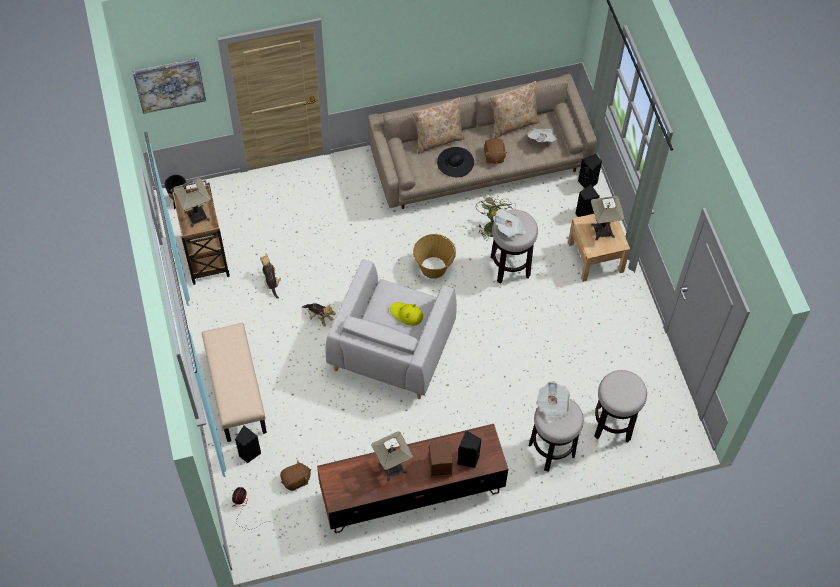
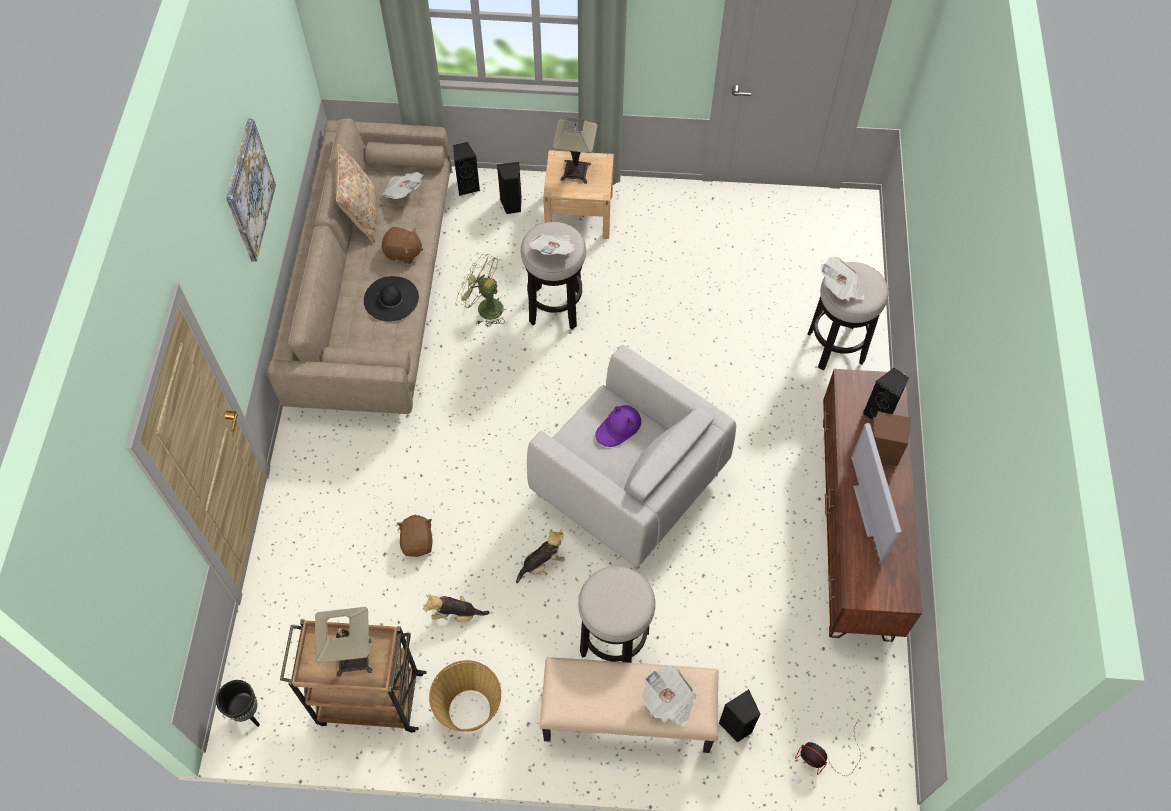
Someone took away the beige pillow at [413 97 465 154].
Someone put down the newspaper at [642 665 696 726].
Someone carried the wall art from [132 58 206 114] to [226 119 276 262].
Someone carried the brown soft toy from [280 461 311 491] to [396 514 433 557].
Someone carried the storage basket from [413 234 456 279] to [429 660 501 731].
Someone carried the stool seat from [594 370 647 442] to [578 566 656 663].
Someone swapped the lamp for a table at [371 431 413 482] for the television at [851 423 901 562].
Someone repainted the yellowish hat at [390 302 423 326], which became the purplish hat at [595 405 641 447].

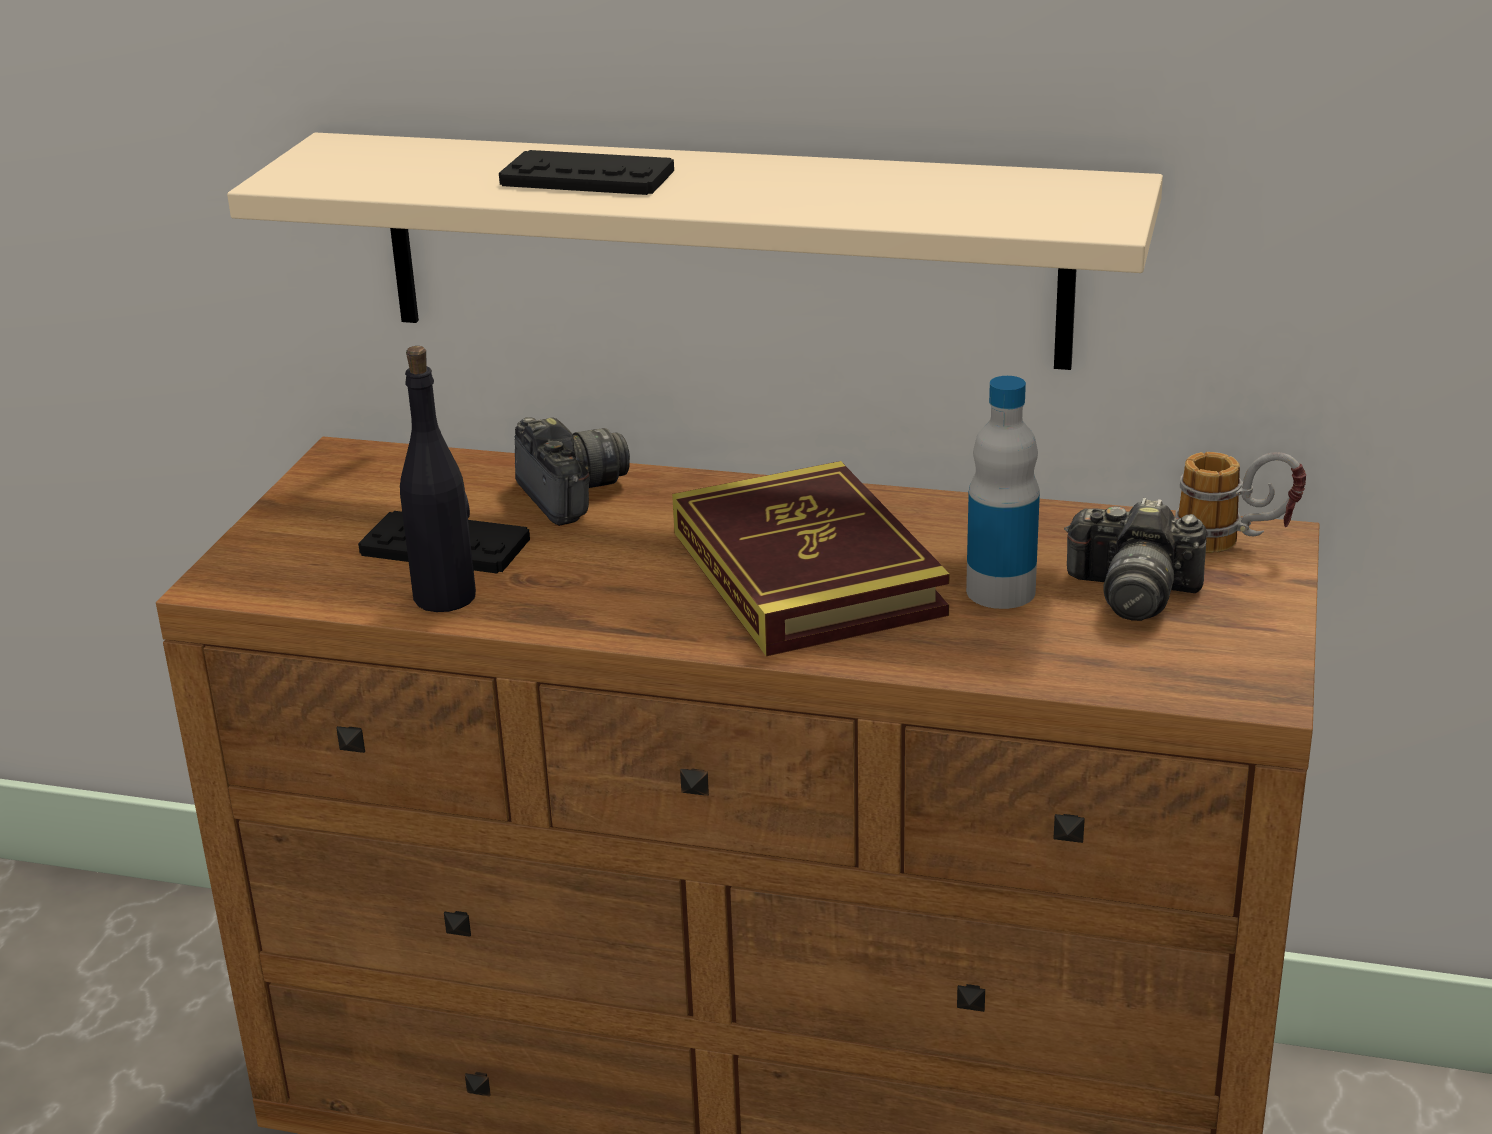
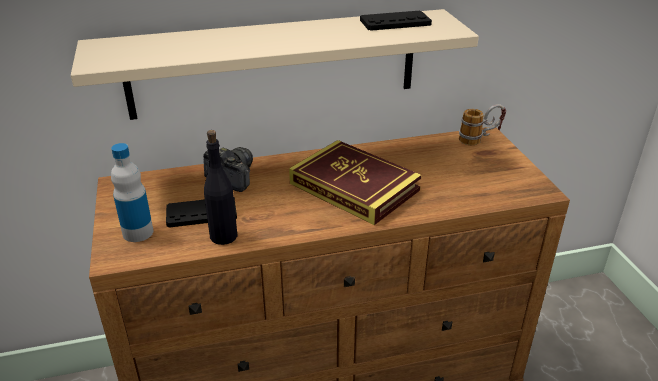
Someone took away the still camera at [1064 498 1207 621].
Someone carried the blackish game controller from [499 150 674 195] to [360 11 432 31].
Someone carried the bottle from [966 376 1040 609] to [111 143 153 242].

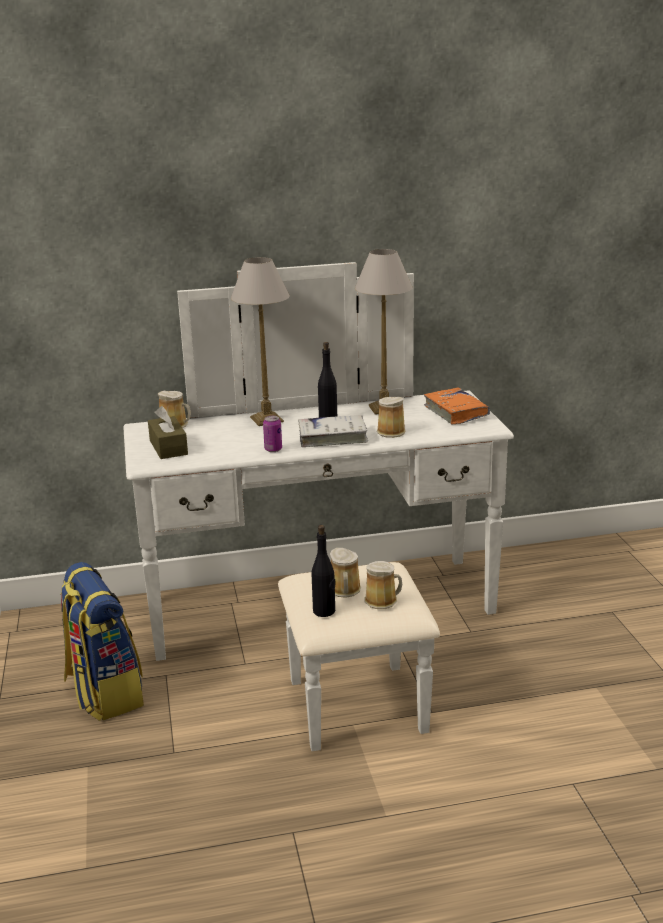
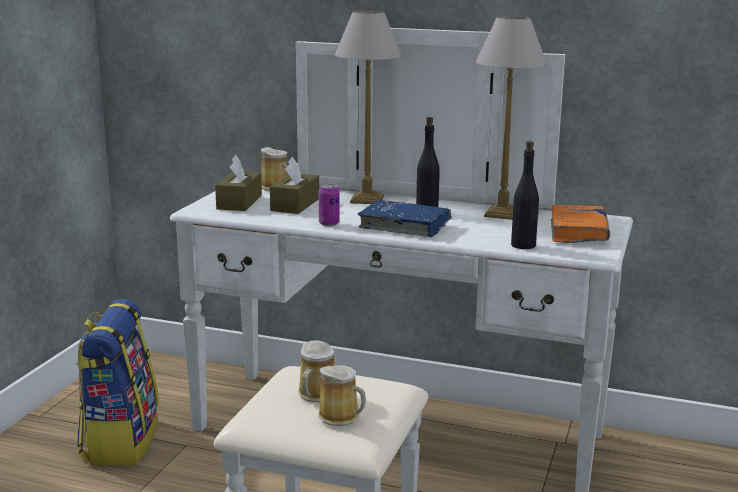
Someone took away the coffee mug at [377 397 406 438].
Someone put down the brown tissue holder at [270 157 319 214].
Someone carried the blackish bottle from [312 525 336 617] to [511 141 539 249].
Someone repainted the white-coloured volume at [298 415 368 447], which became the blue volume at [358 199 452 237].

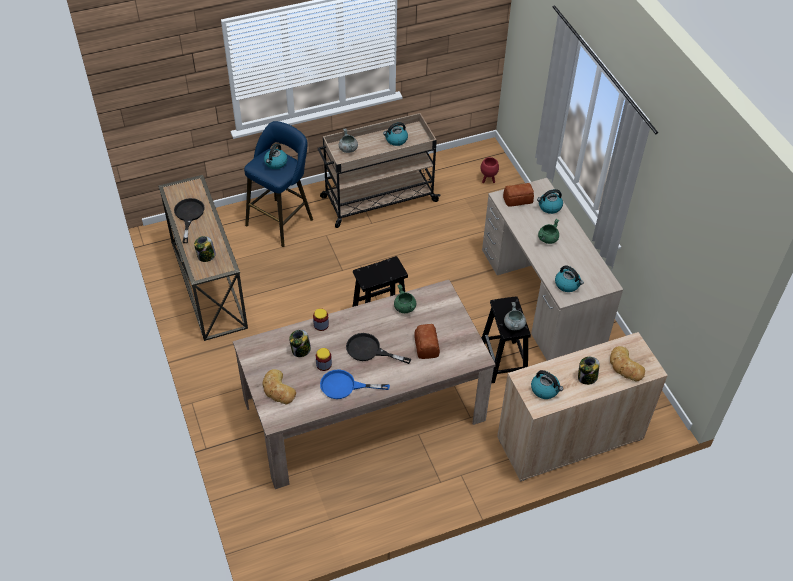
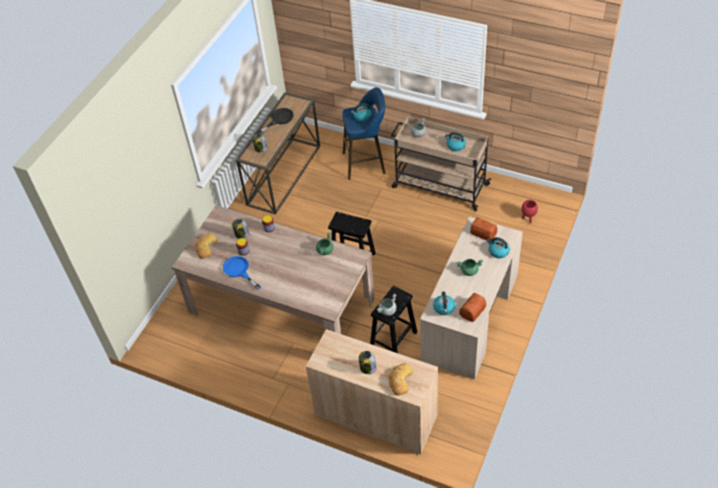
Someone took away the blackish skillet at [346 333 411 364].
Someone took away the tea kettle at [531 370 563 399].
Someone carried the baked bread from [414 324 440 359] to [459 293 486 322].

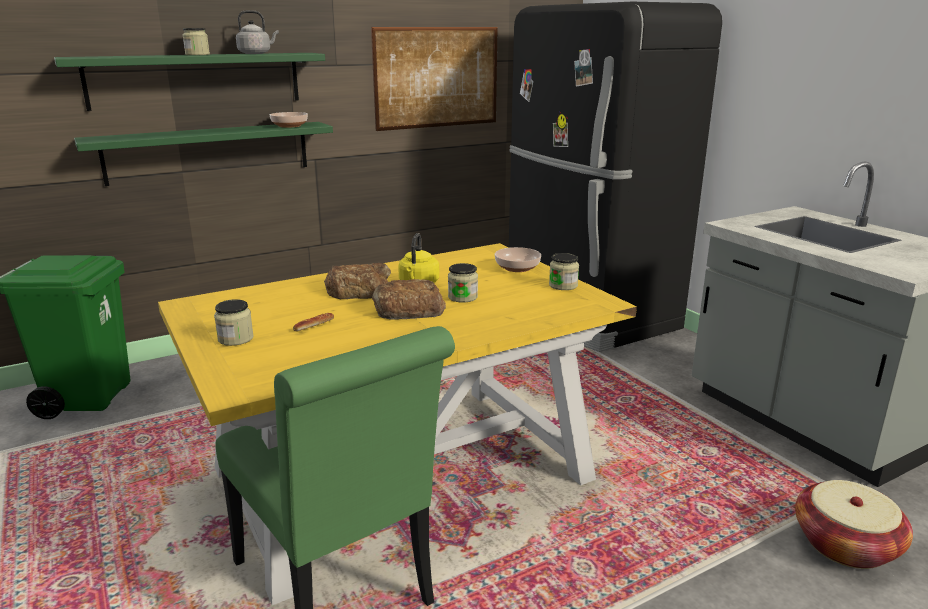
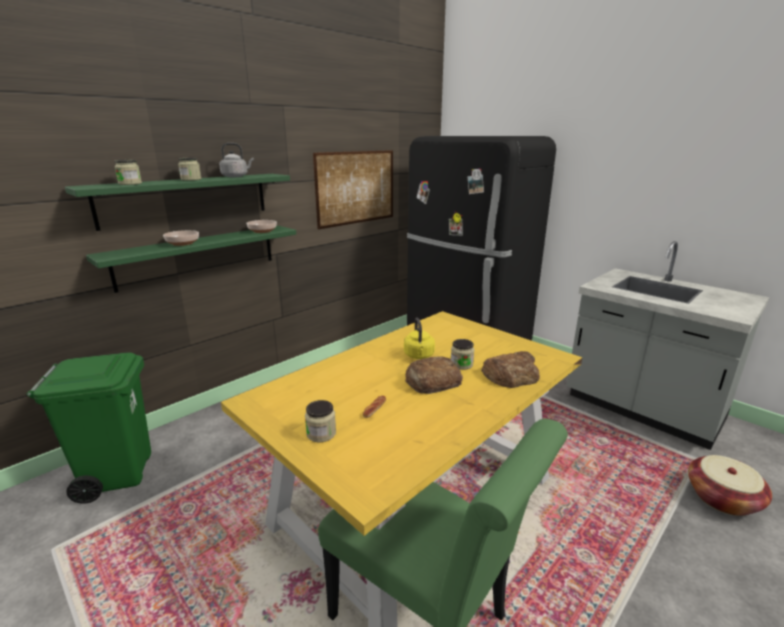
Someone carried the baked bread from [324 263 391 299] to [481 351 540 388].
Someone carried the bowl from [495 247 541 272] to [163 230 199 246].
Someone carried the storage jar from [549 253 579 290] to [115 160 142 185].

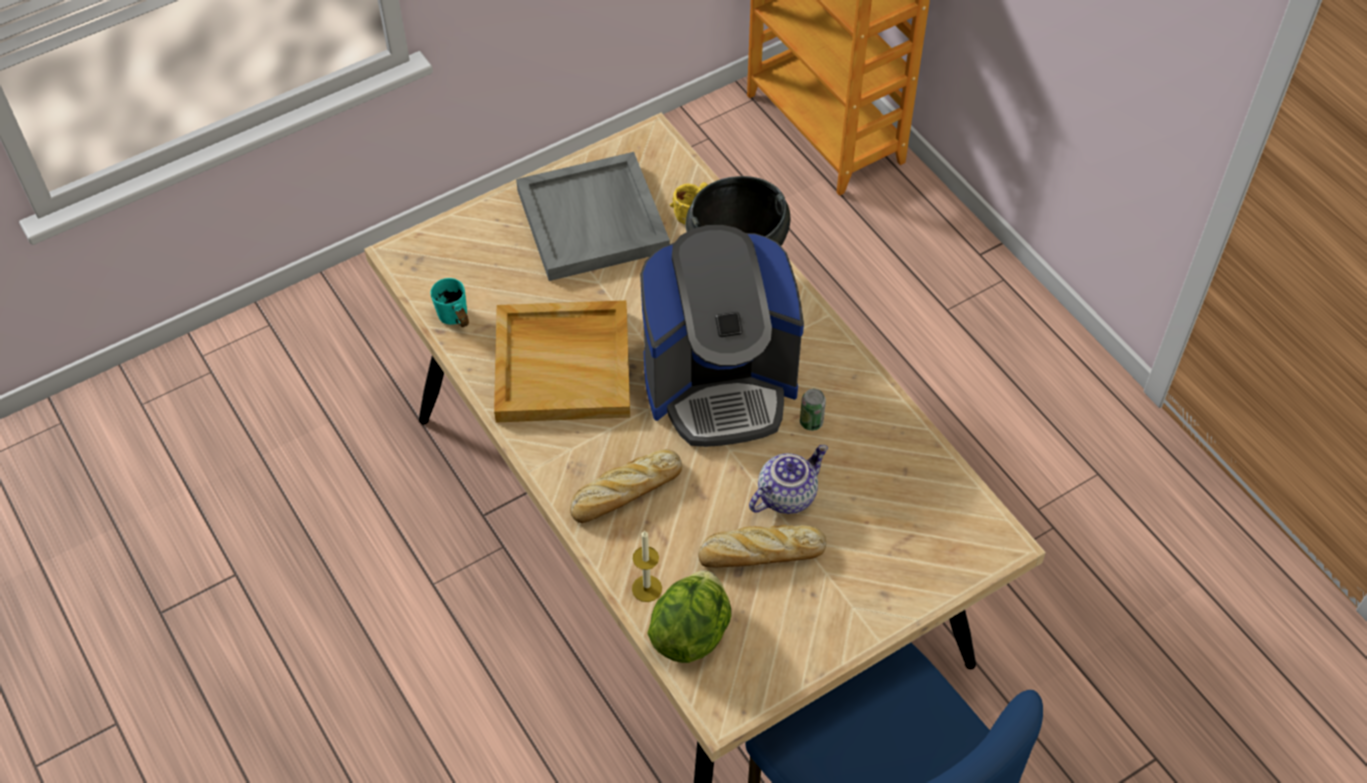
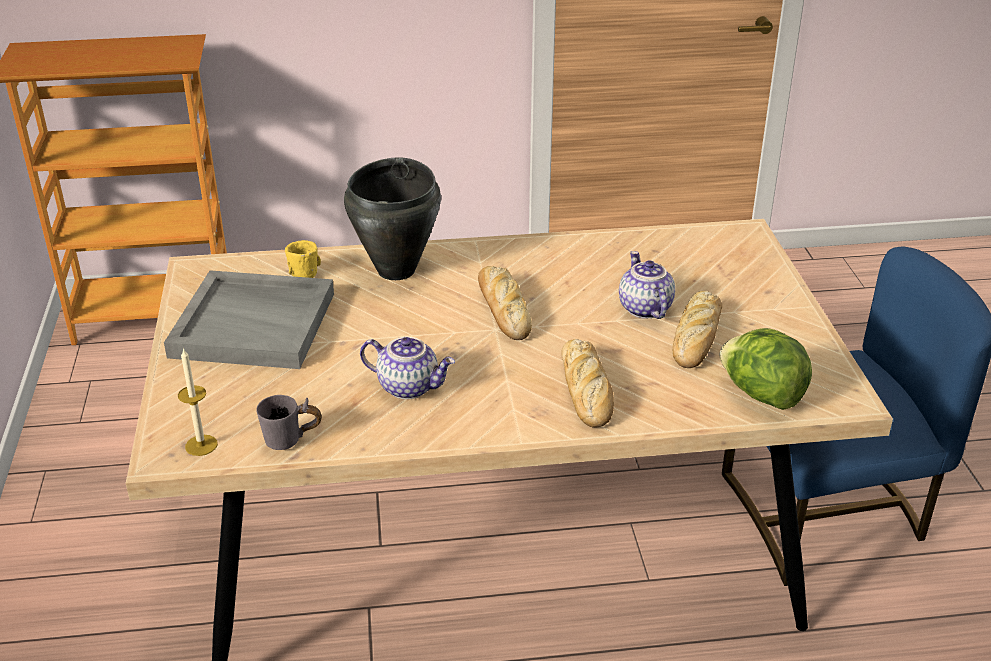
Someone took away the sealed can at [800 389 826 431].
Someone carried the wax light from [632 531 662 602] to [178 348 218 456].
Someone swapped the beige tray at [494 300 630 422] for the pot for tea at [360 337 455 399].
Someone swapped the coffee maker at [640 225 804 447] for the baked bread at [478 266 532 340].
Someone repainted the turquoise coffee mug at [431 278 469 327], which became the gray coffee mug at [256 395 322 450].

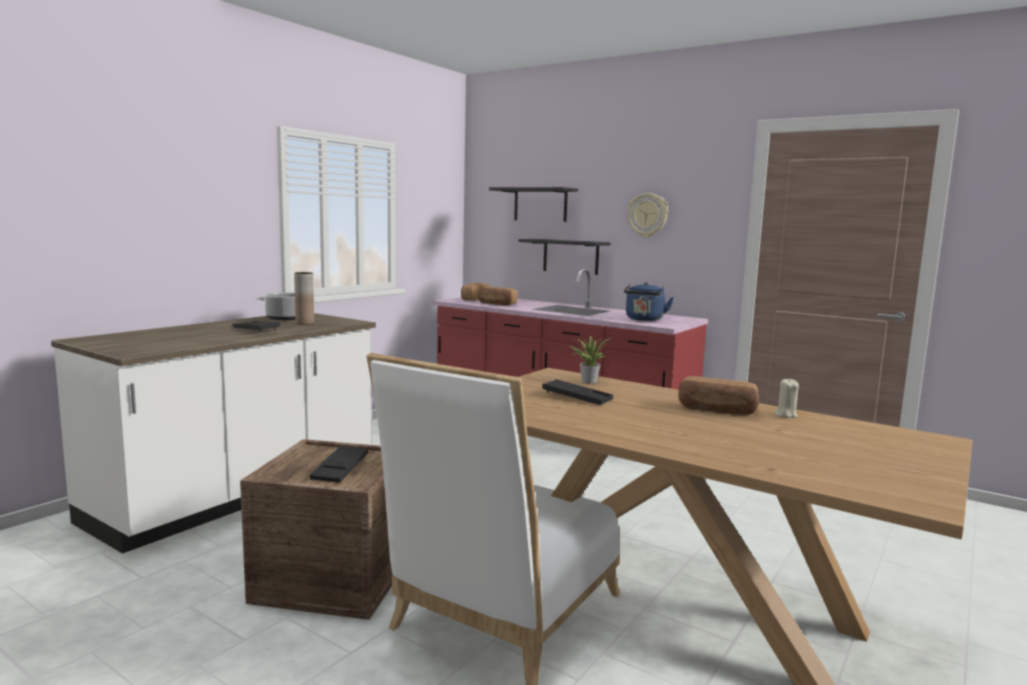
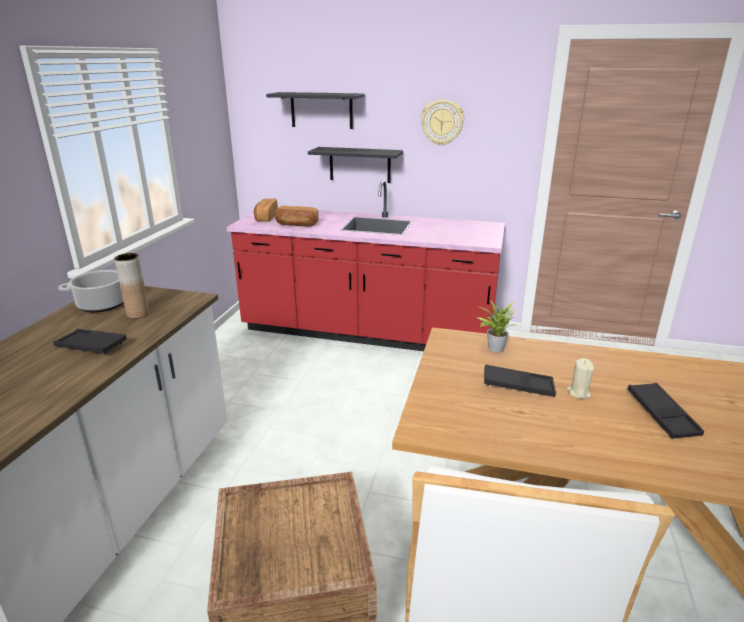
Someone took away the blue tea kettle at [624 282 674 321].
Someone took away the baked bread at [678 376 759 415].
Someone carried the blackish tray from [310 445 368 483] to [628 383 704 439].
Someone carried the beige wax light from [775 378 799 418] to [566 358 594 399].

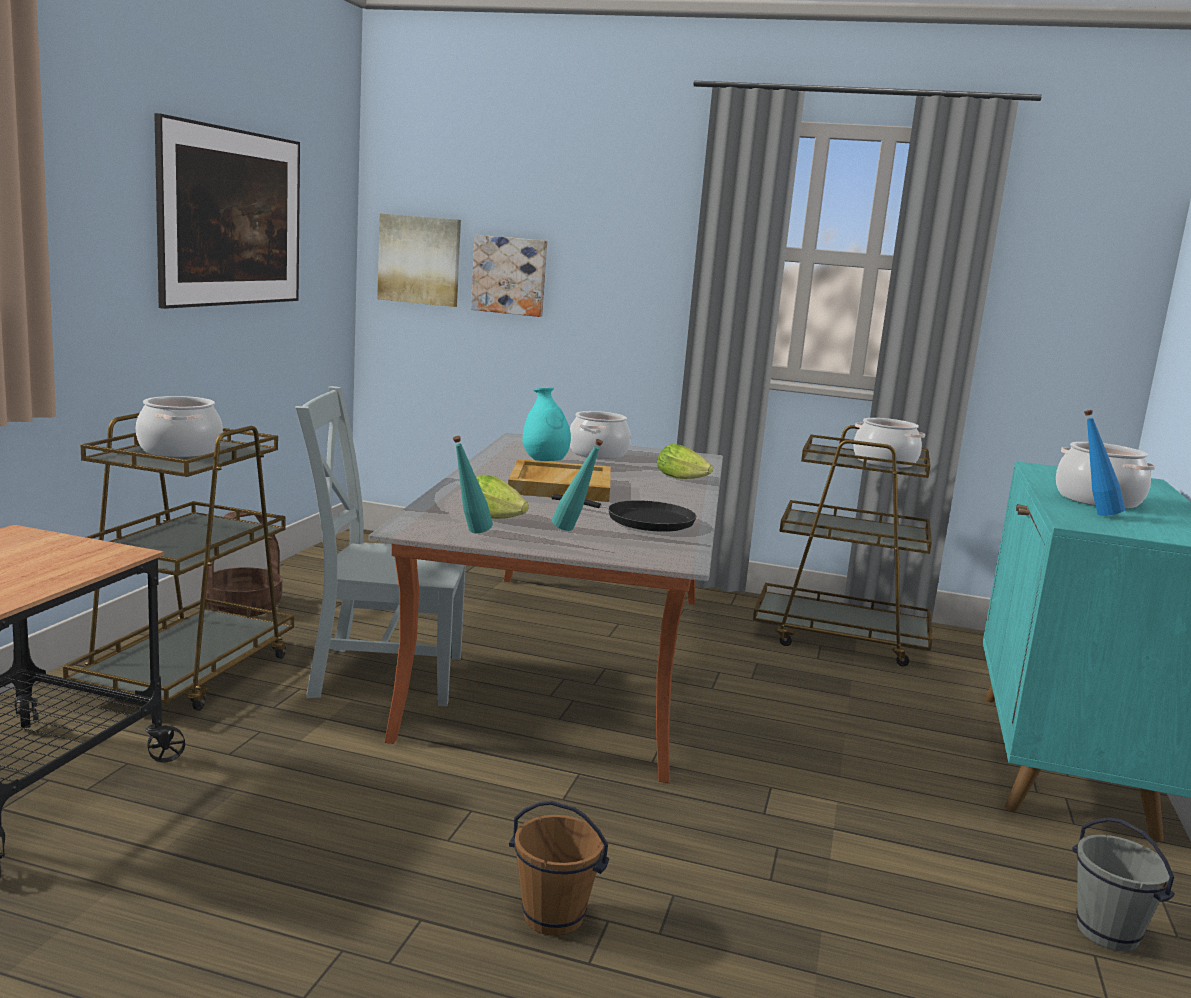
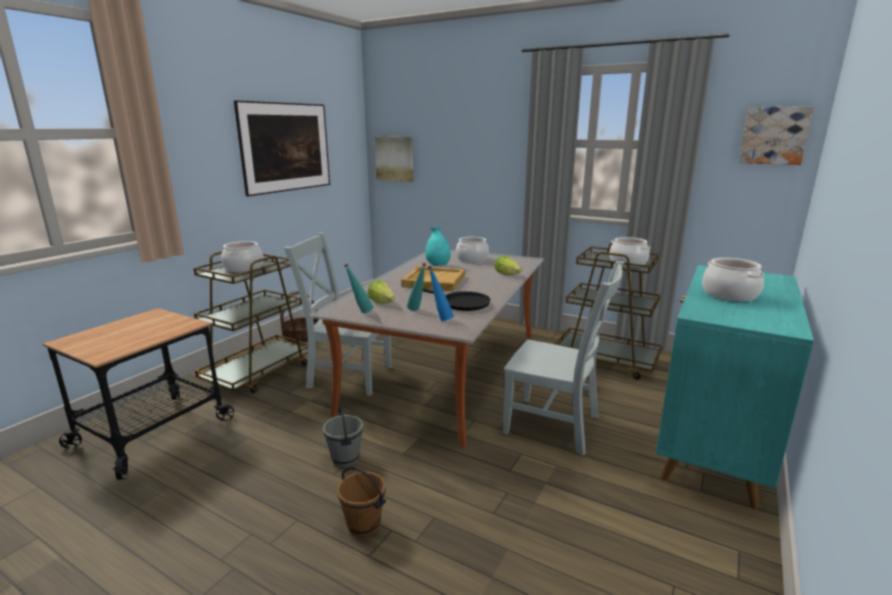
Someone put down the gray upright chair at [502 261 624 455].
Someone carried the wall art from [471 235 547 317] to [739 106 814 165].
Someone carried the gray water bucket from [1072 818 1175 951] to [323 407 363 467].
Someone carried the blue bottle from [1084 410 1125 516] to [428 265 454 321].

